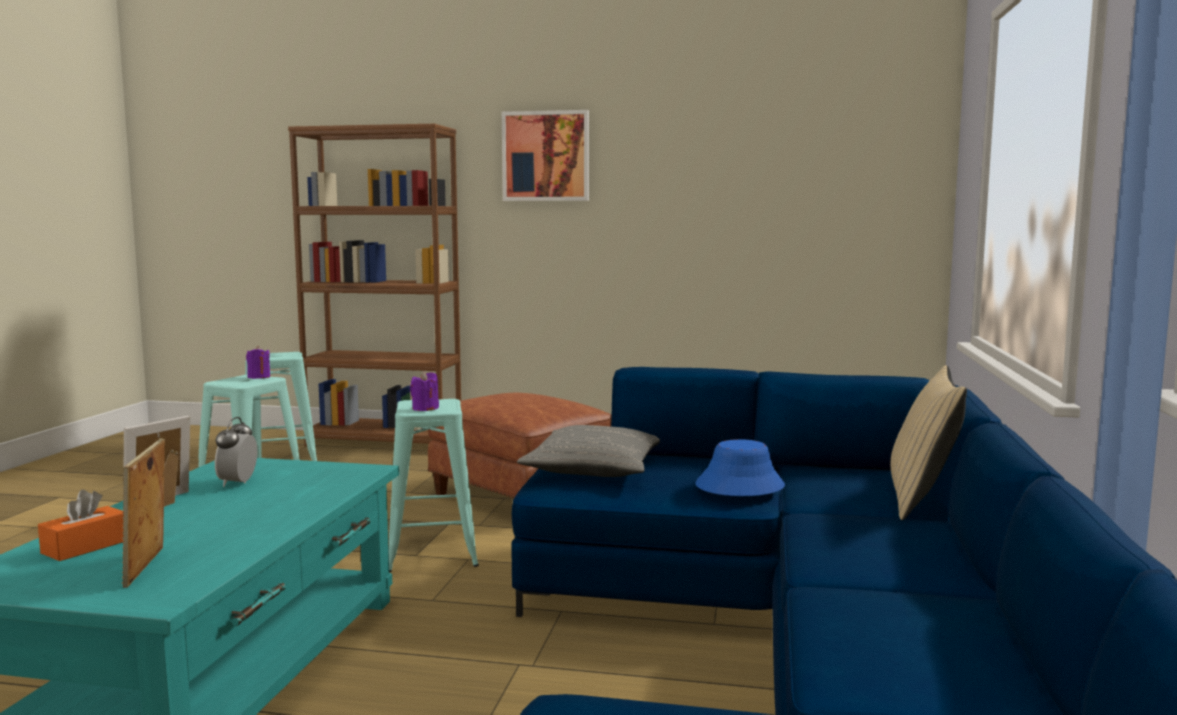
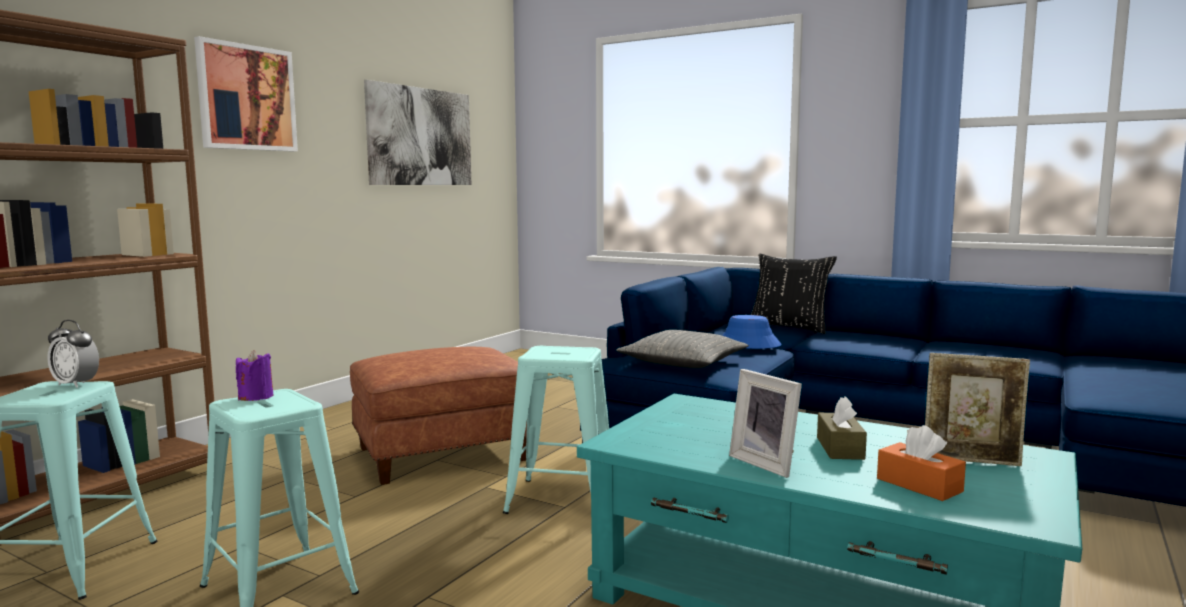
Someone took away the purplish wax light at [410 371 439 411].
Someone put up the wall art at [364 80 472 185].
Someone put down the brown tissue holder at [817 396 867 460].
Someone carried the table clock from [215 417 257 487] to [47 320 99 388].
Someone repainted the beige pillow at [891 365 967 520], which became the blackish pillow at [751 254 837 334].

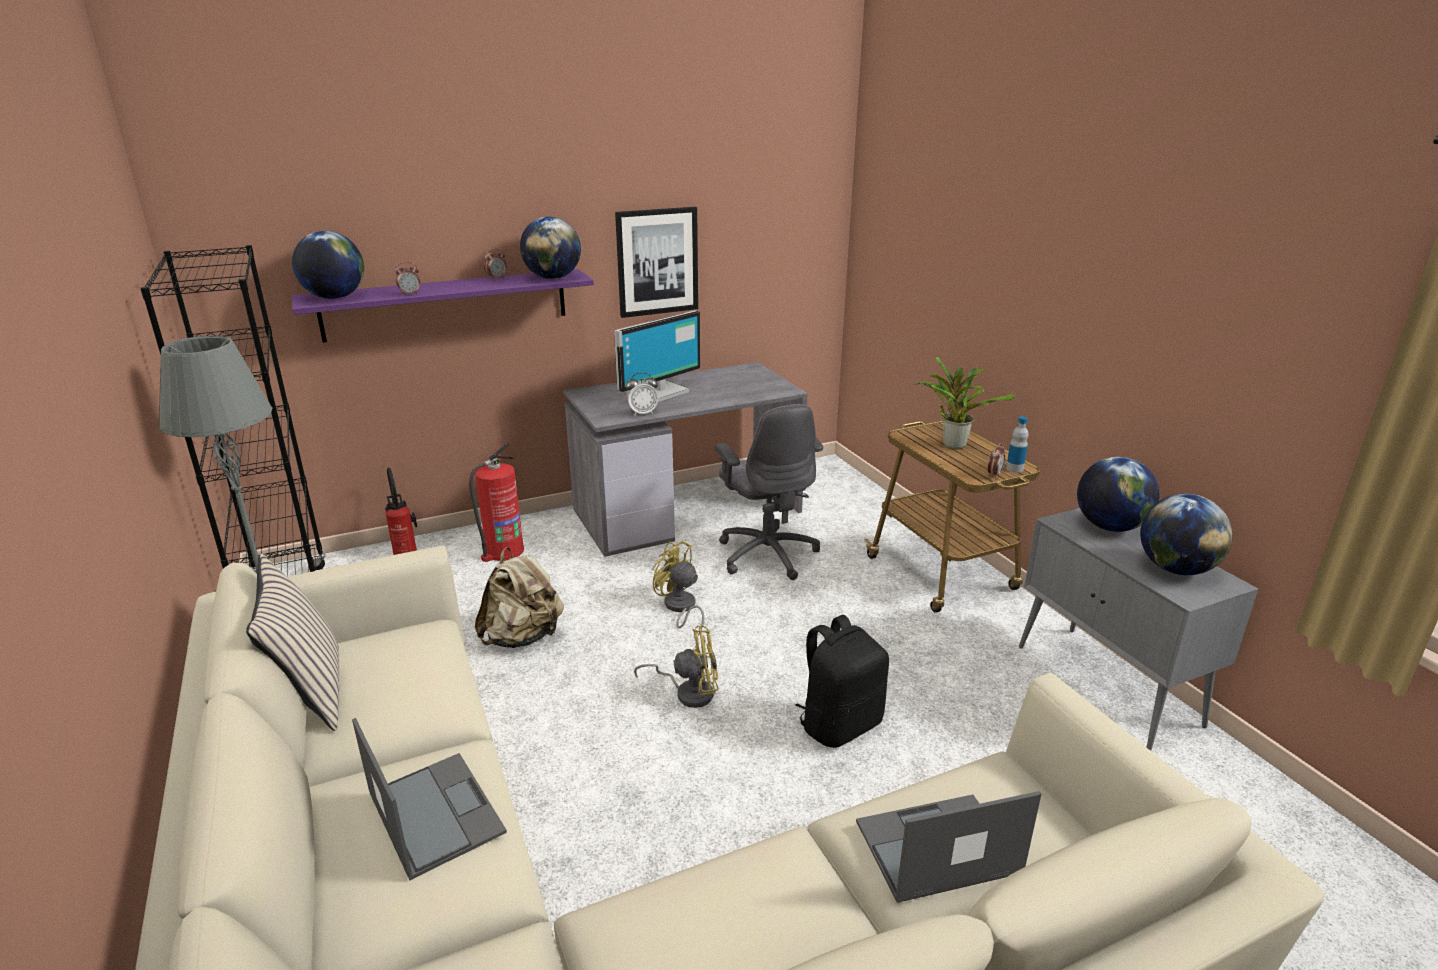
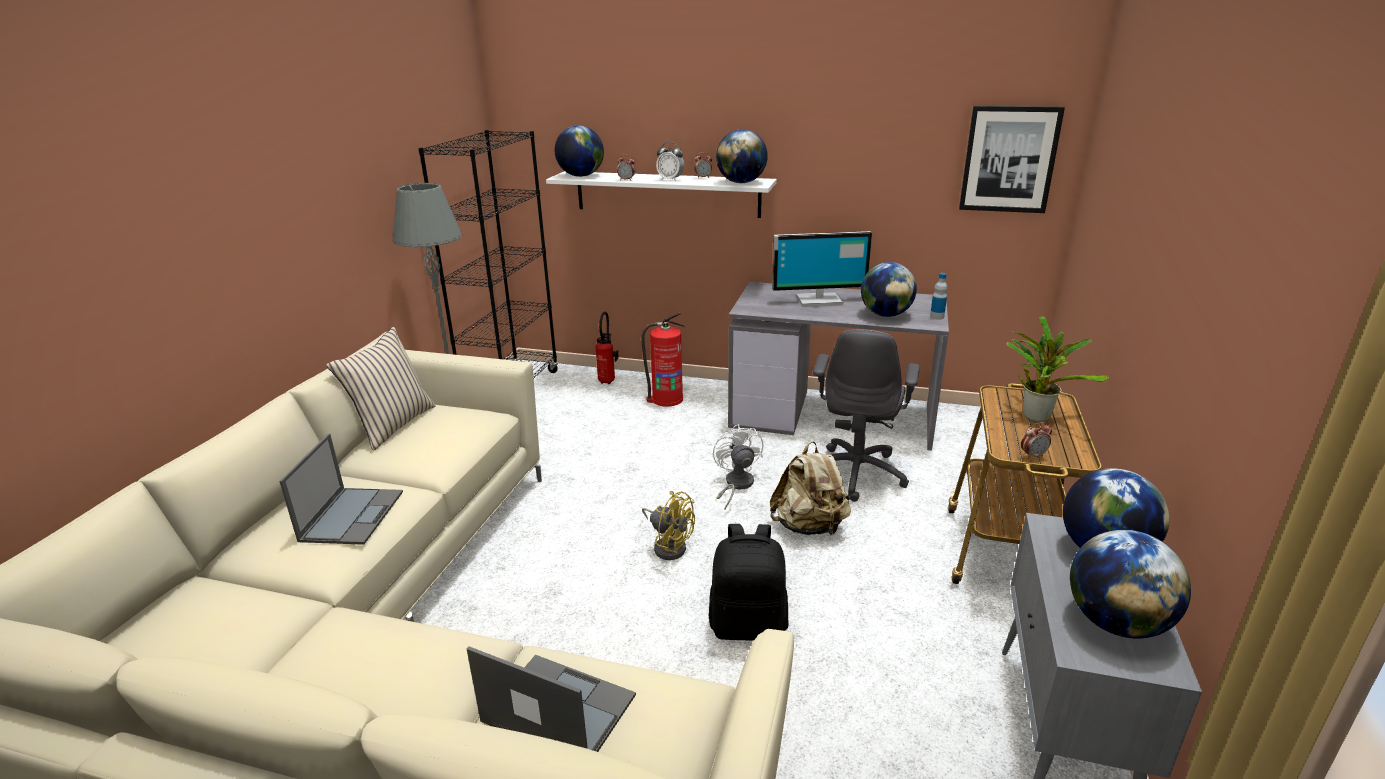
Someone put down the globe at [861 262 917 317].
Someone carried the beige rucksack from [475 547 564 648] to [770 442 851 536].
Someone carried the wall art from [615 207 698 318] to [959 106 1065 213].
Someone carried the table clock from [626 372 658 416] to [656 142 684 181].
Someone carried the bottle from [1006 416 1028 473] to [930 273 948 320].
Someone repainted the purplish shelf at [292 269 594 343], which became the white-coloured shelf at [546 171 777 218].
Someone repainted the yellowish fan at [652 541 704 636], which became the white-coloured fan at [713 424 763 510].

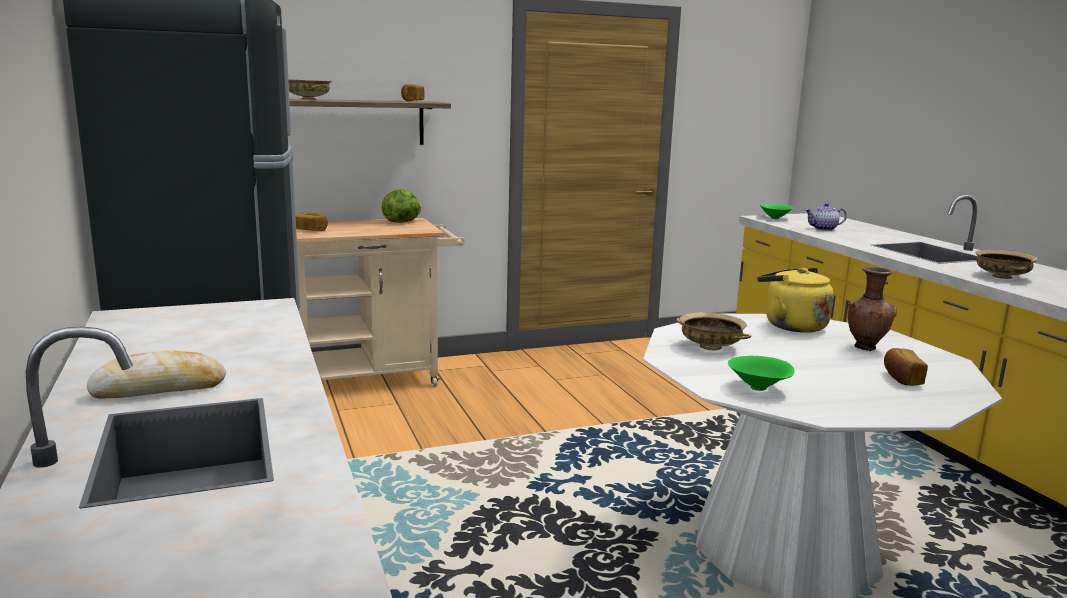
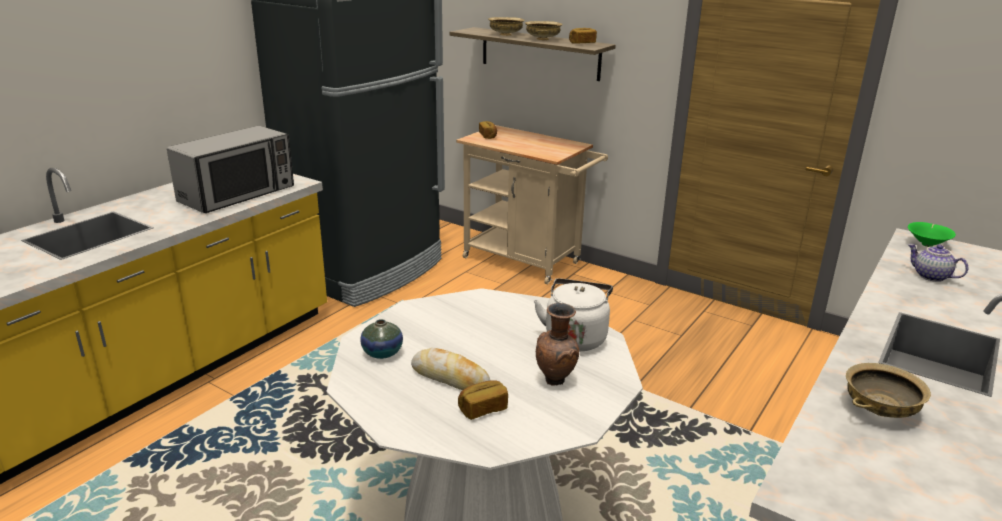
Someone took away the lettuce head at [382 189 421 223].
Someone put down the microwave oven at [167 126 294 213].
Someone carried the baked bread from [87 350 226 399] to [411 348 491 390].
Someone carried the beige bowl from [676 312 751 350] to [525 21 562 40].
Someone swapped the green bowl at [728 356 794 391] for the vase at [360 319 403 359].
Someone repainted the yellowish tea kettle at [757 268 834 332], which became the white-coloured tea kettle at [534 278 613 351].

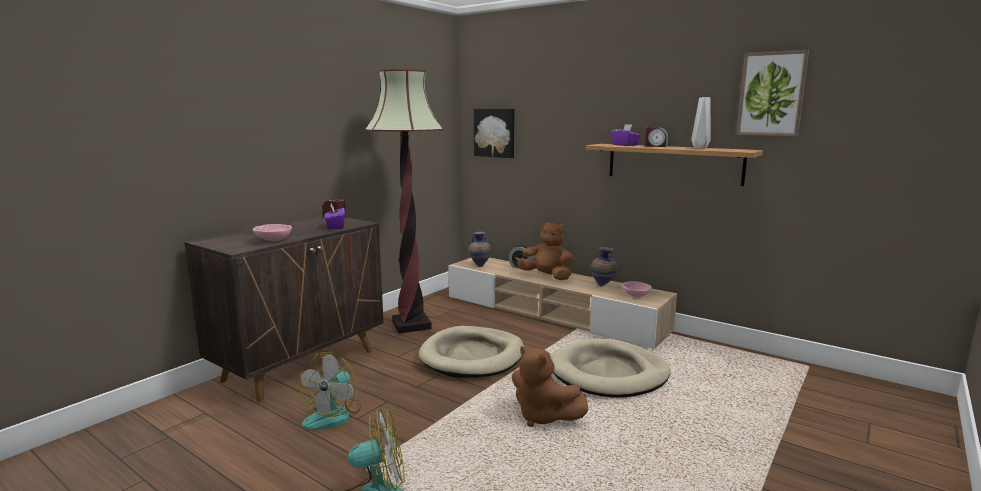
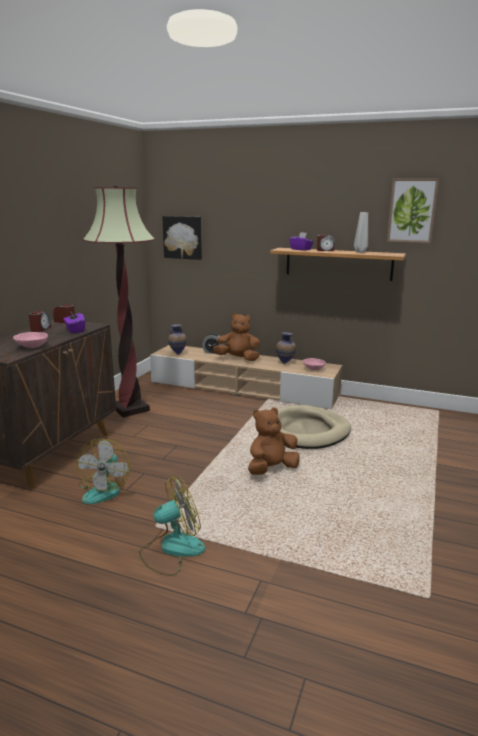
Someone took away the beige dog cushion at [419 326 524 378].
Someone put down the table clock at [29 311 51 332].
Someone rotated the brown soft toy at [512 346 589 427] by 120 degrees clockwise.

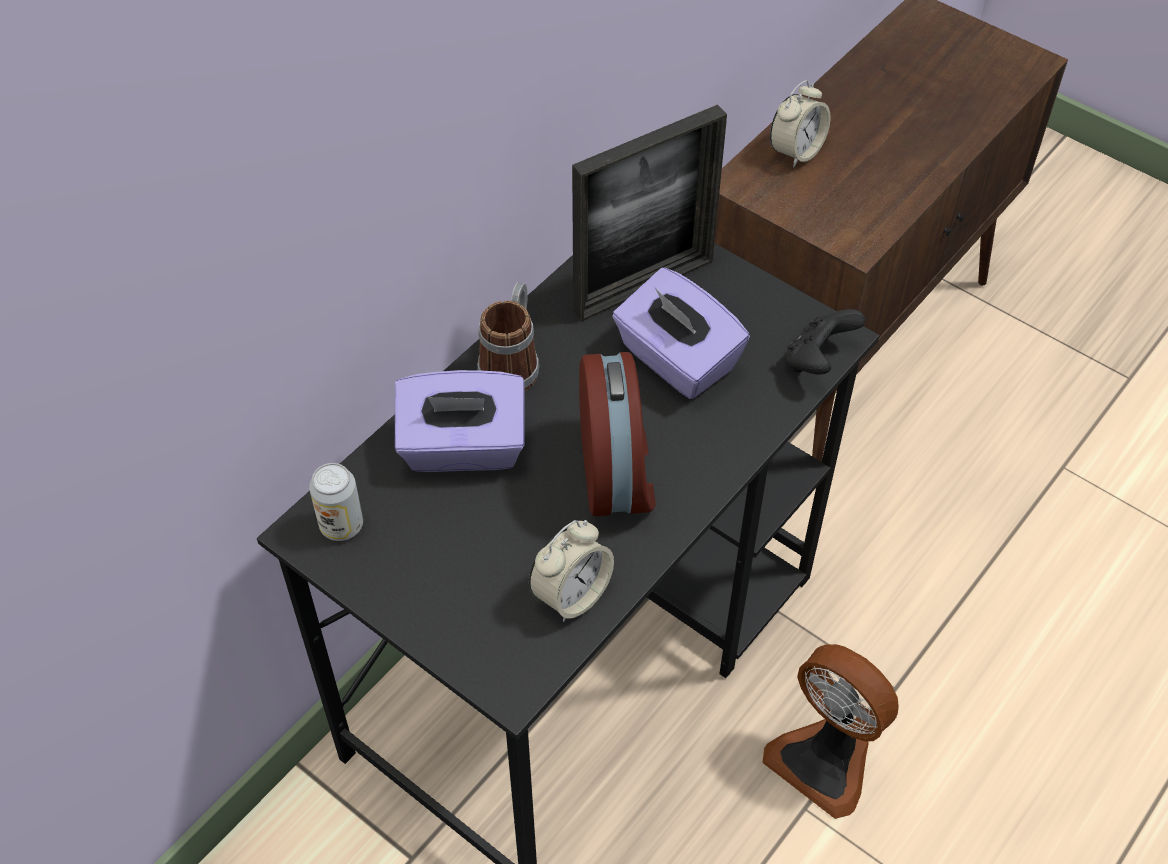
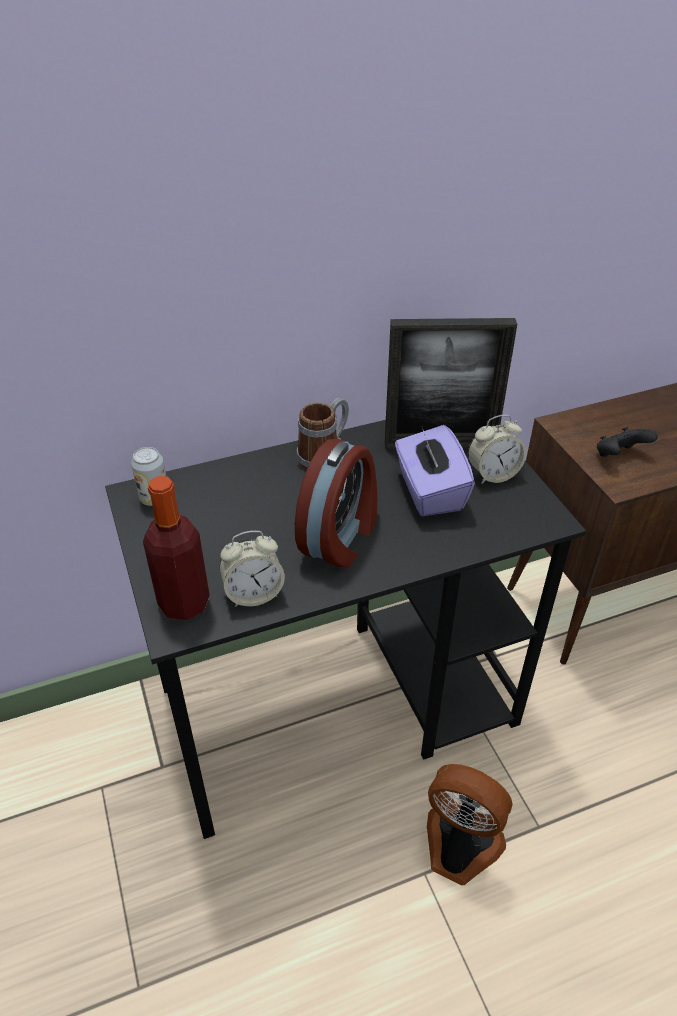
Someone took away the purplish tissue holder at [395 370 525 472].
Someone put down the bottle at [143 476 210 620].
Someone carried the table clock from [770 80 831 168] to [468 415 527 484].
Someone carried the blackish game controller from [785 309 865 375] to [597 427 658 457].
Someone rotated the fan at [763 644 899 819] by 135 degrees clockwise.

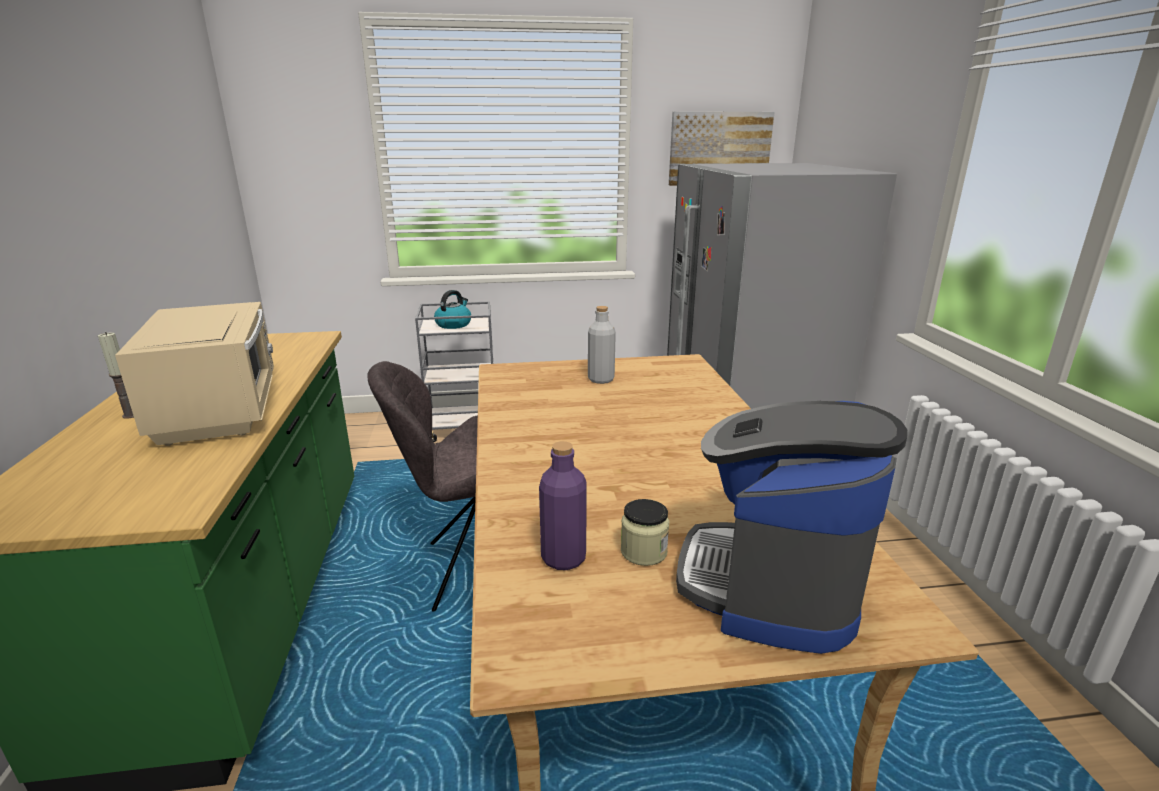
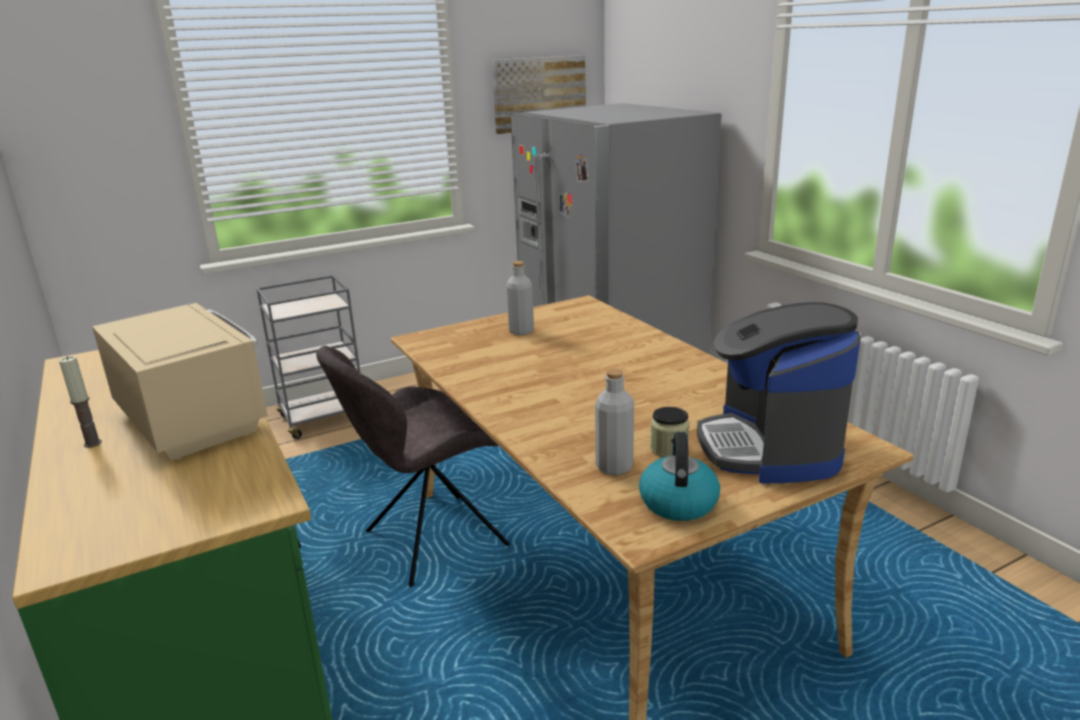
Someone carried the tea kettle from [434 290 471 329] to [639 432 720 521].
Someone repainted the purplish bottle at [539 441 587 570], which became the gray bottle at [595 369 634 475].

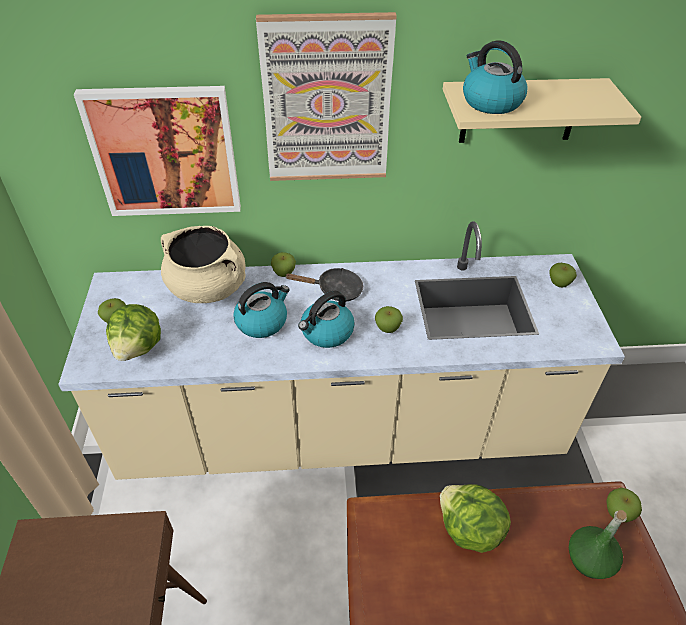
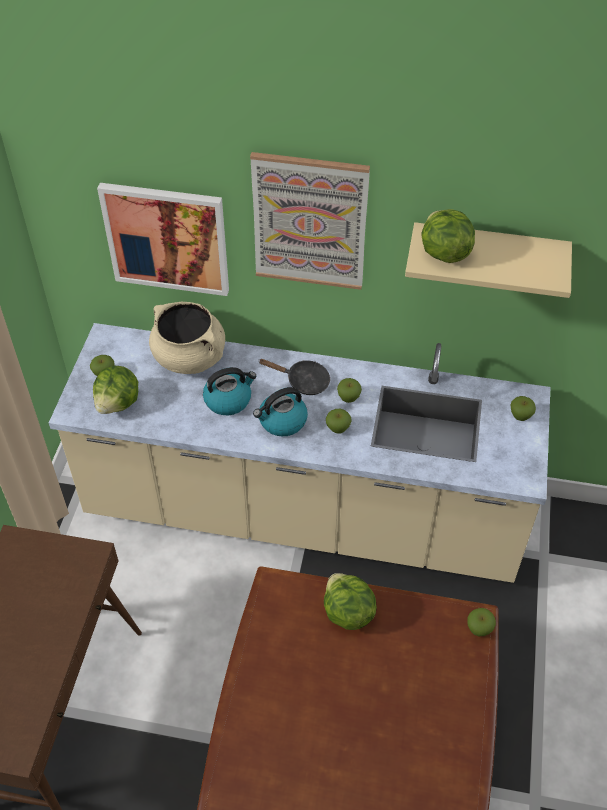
Someone took away the green bottle at [569 510 627 579].
Someone carried the apple fruit from [271 252 296 277] to [337 378 362 403].
Someone swapped the tea kettle at [463 40 528 114] for the lettuce head at [422 209 475 263].

